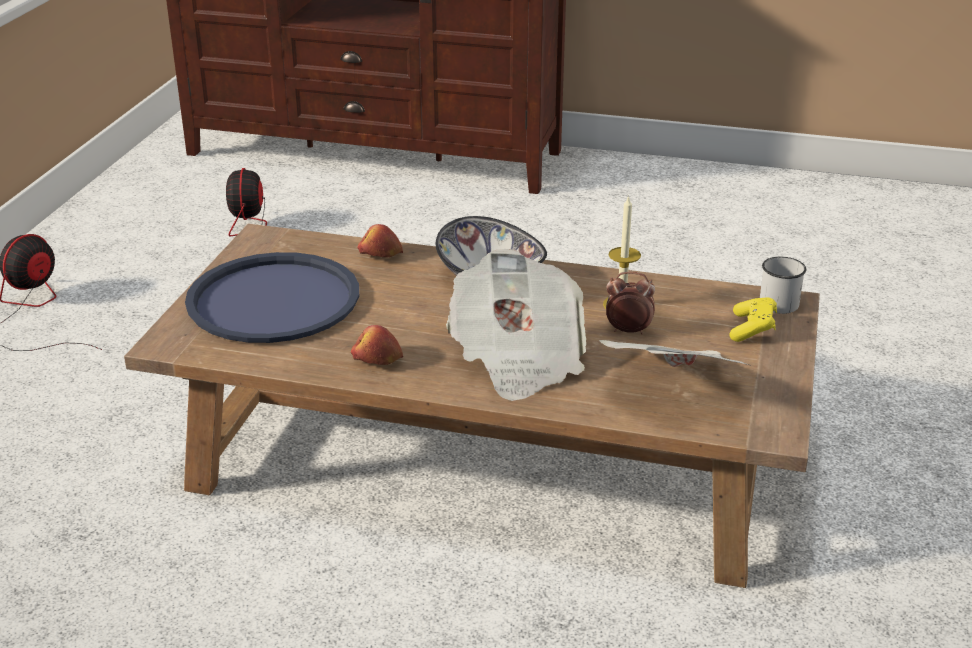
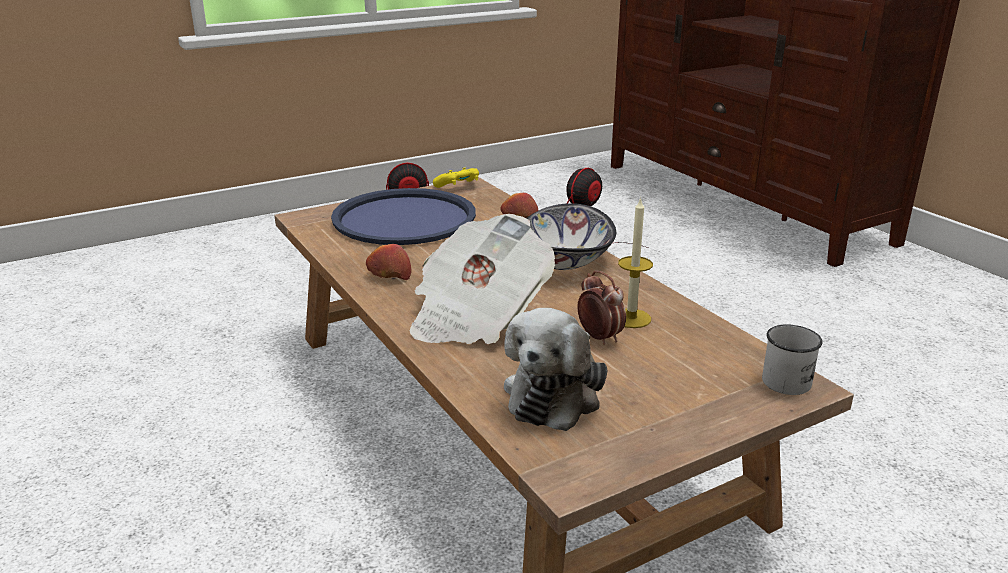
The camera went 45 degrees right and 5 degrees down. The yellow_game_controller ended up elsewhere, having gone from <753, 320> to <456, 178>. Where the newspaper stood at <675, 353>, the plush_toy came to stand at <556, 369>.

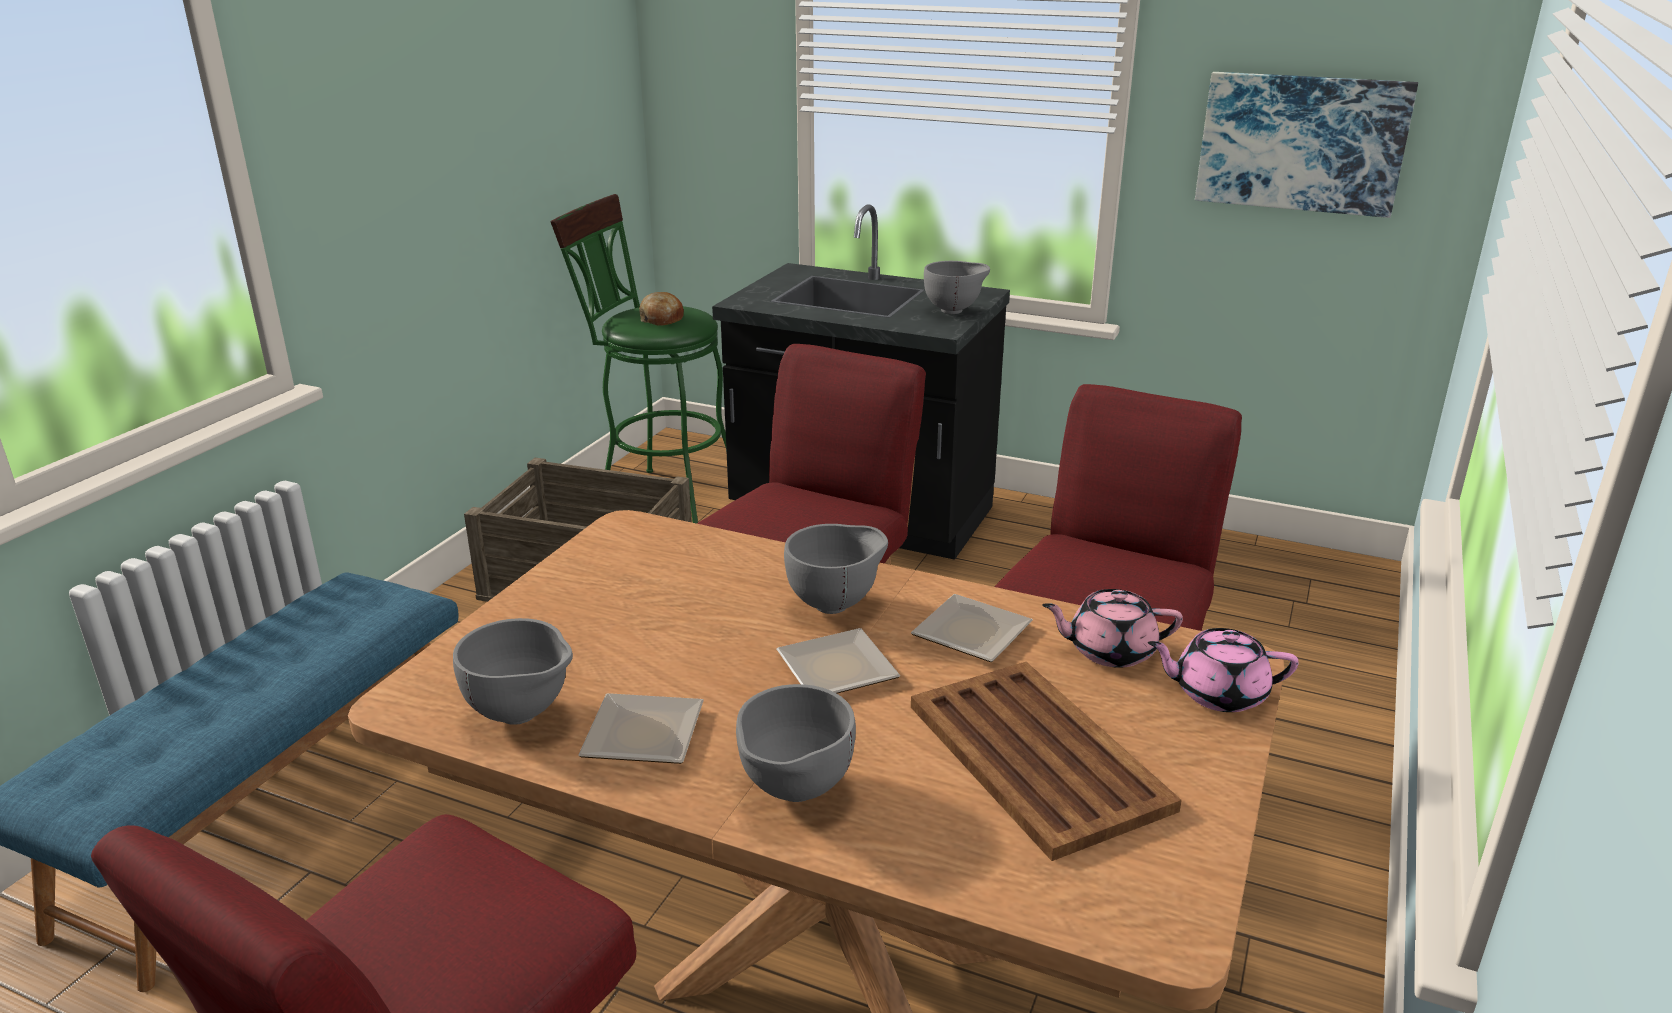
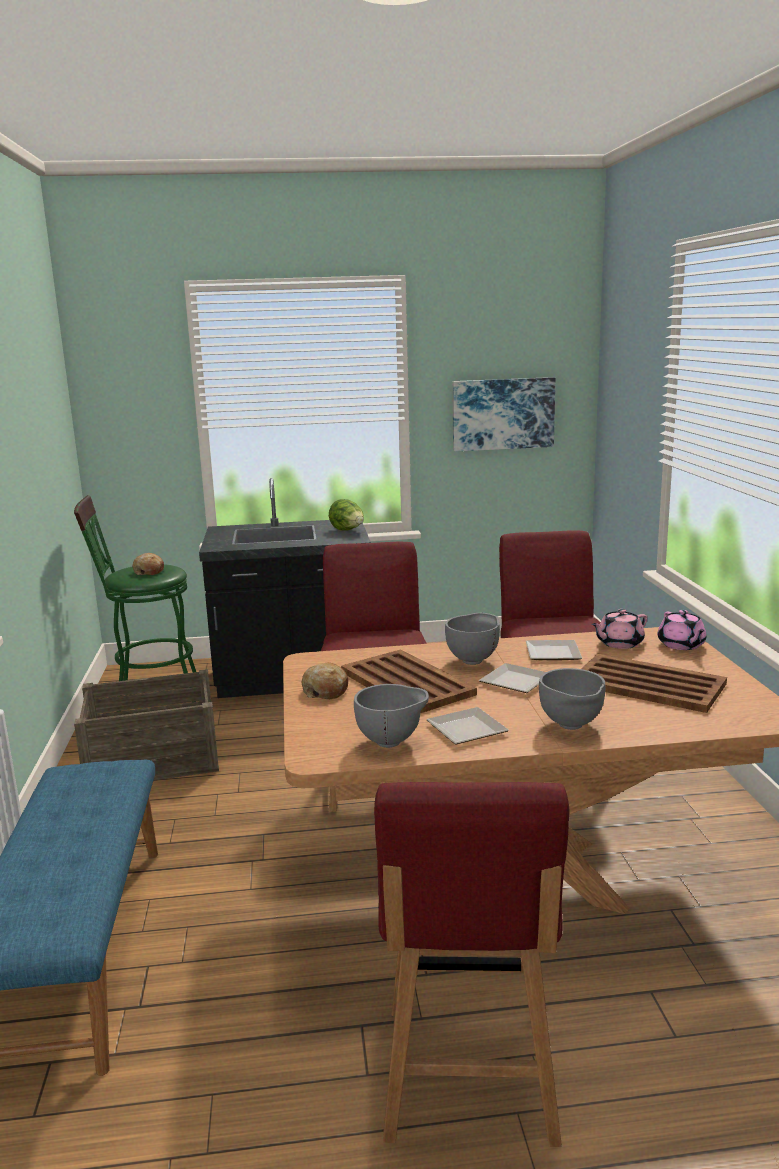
The camera went 30 degrees left and 10 degrees down. Where the grey_bowl stood at <957, 287>, the lettuce came to stand at <346, 515>. The pink_teapot at <1223, 670> ended up facing another way, 75 degrees counterclockwise from before. The second view gained the brown_tray at <409, 681>. The second view gained the bread at <325, 680>.

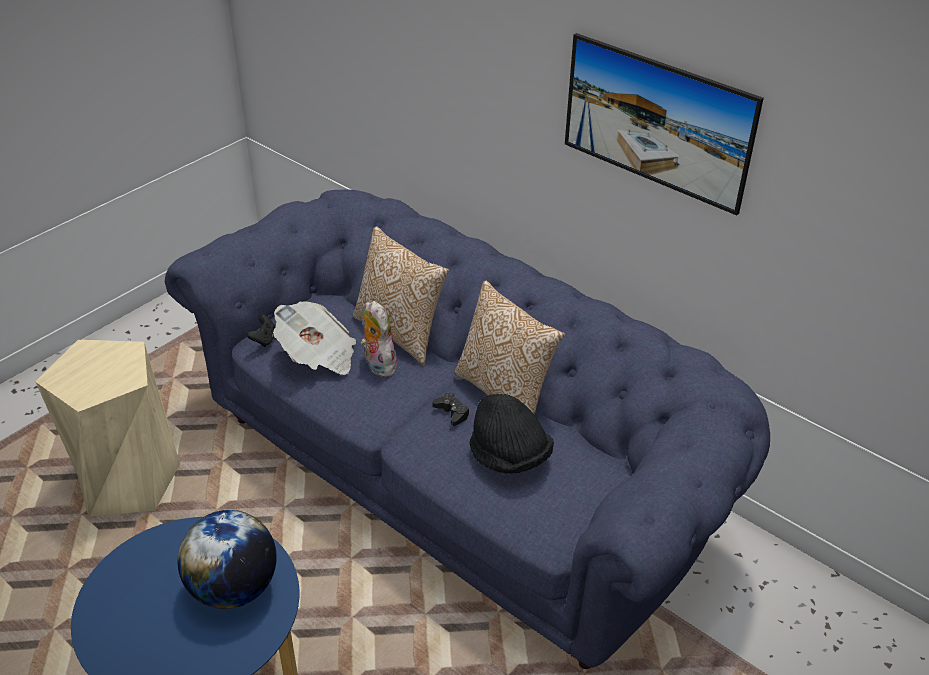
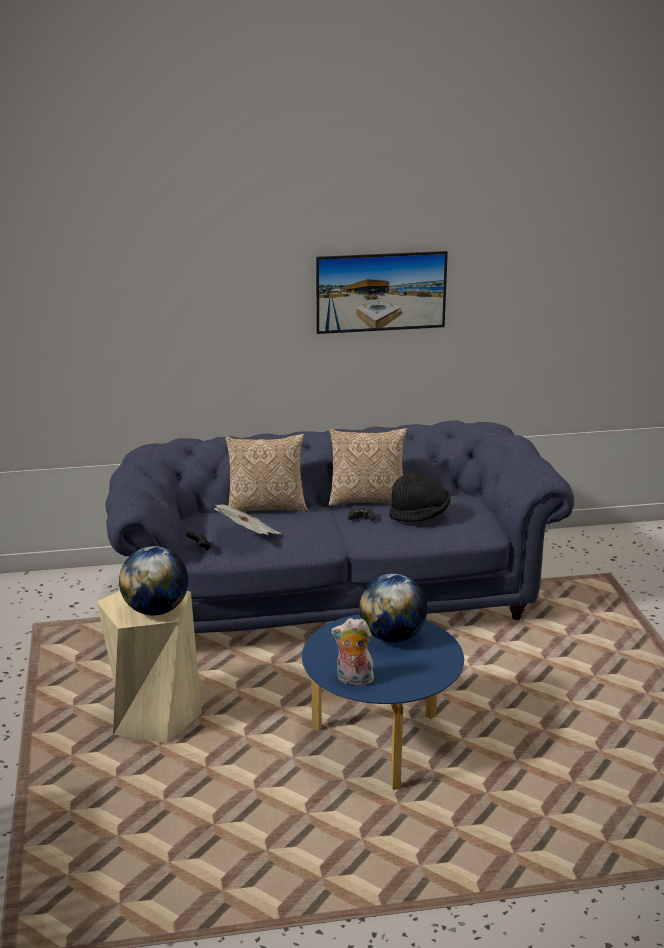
The camera went 50 degrees left and 15 degrees down. The plush_toy ended up elsewhere, having gone from <378, 339> to <352, 652>. The second view gained the globe at <153, 580>.

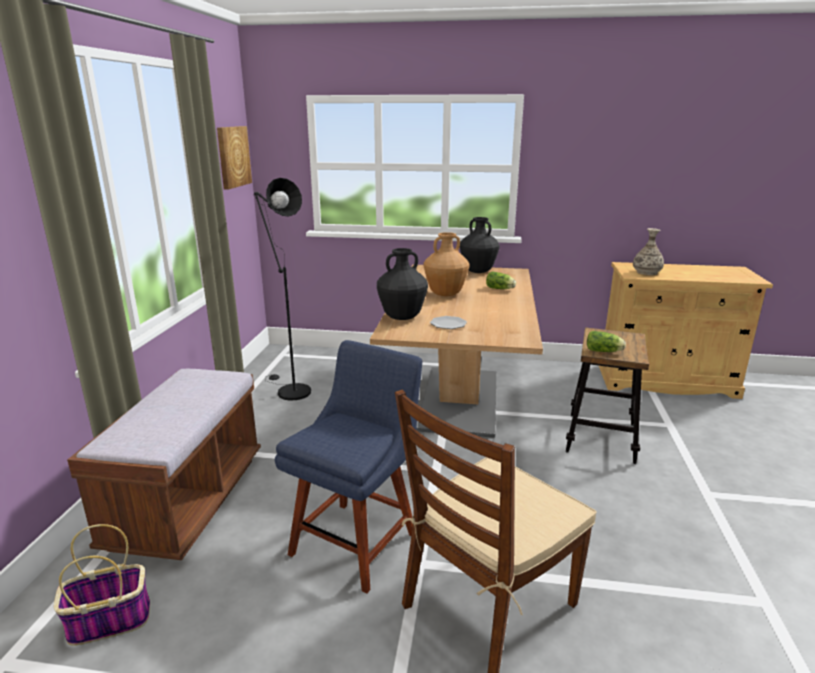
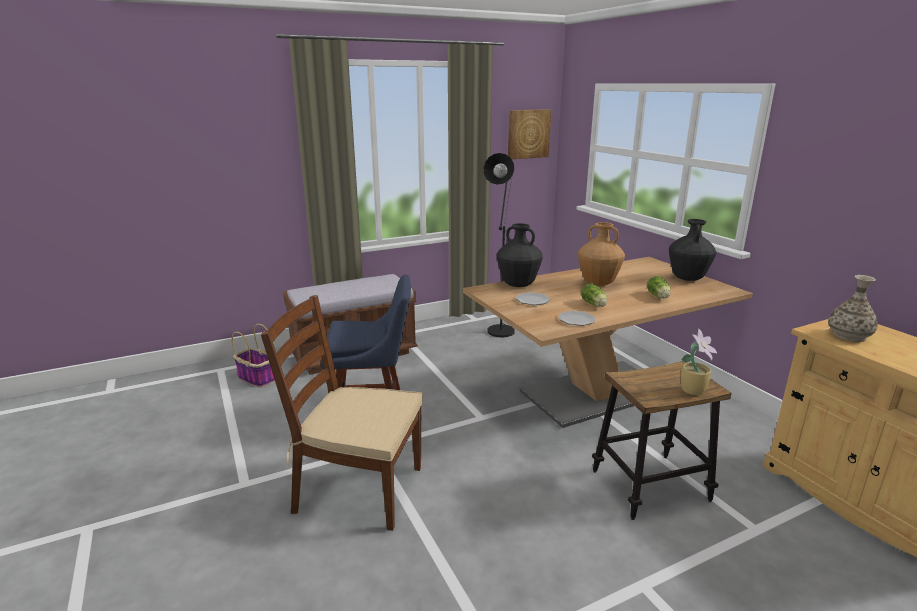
The camera went 55 degrees right and 0 degrees up. The lettuce ended up elsewhere, having gone from <606, 341> to <594, 295>. The second view gained the plate at <576, 318>. The second view gained the potted_plant at <699, 361>.

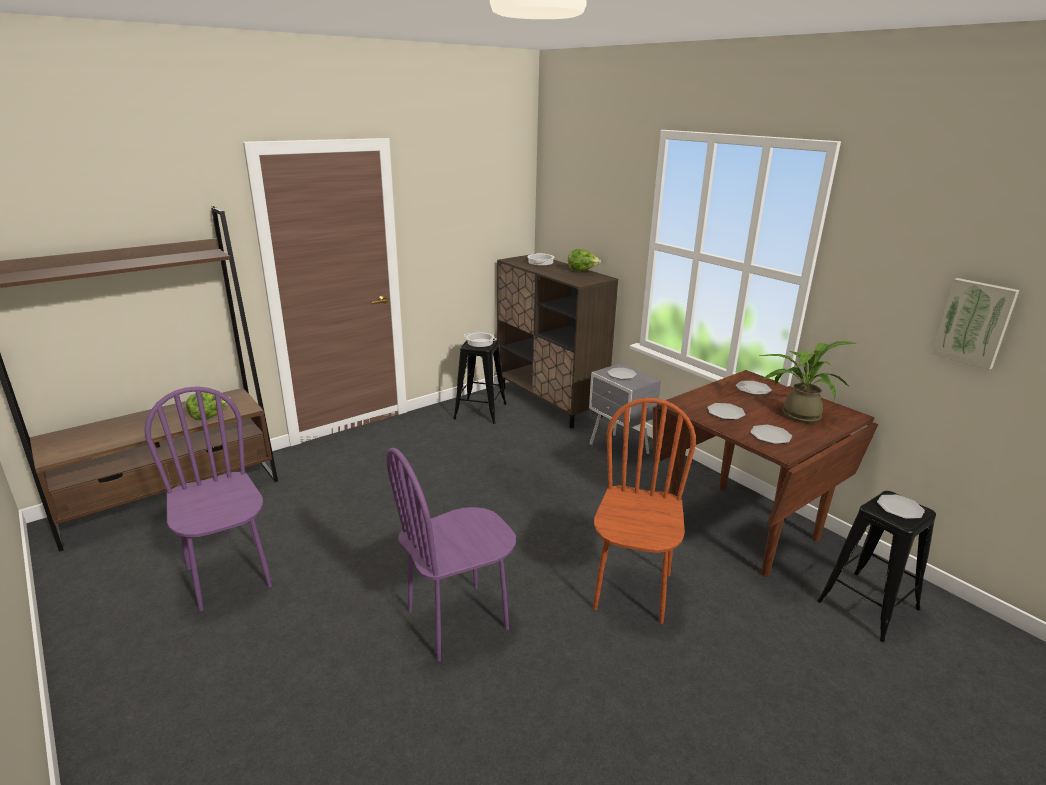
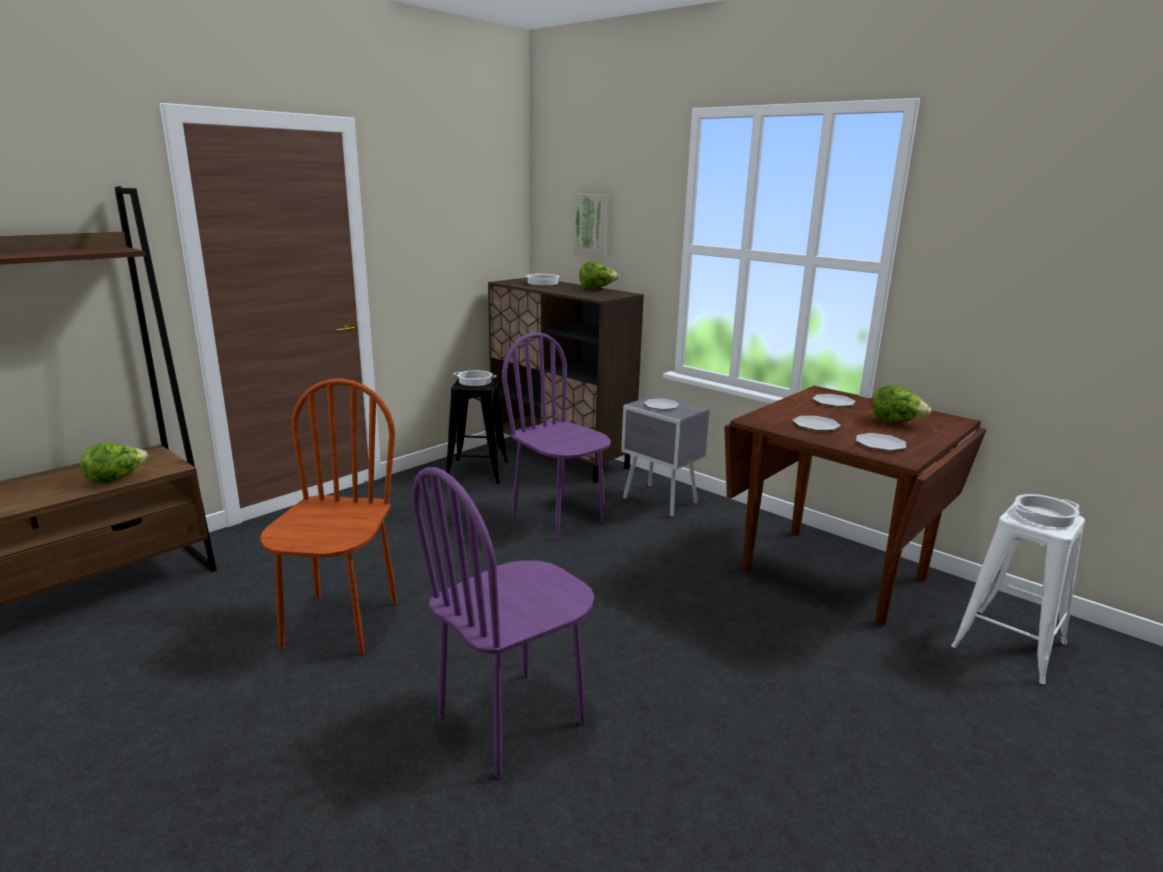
The camera went 10 degrees left and 5 degrees down. The picture ended up elsewhere, having gone from <975, 324> to <591, 226>. Where the potted_plant stood at <807, 382>, the lettuce came to stand at <901, 404>. The purple_chair ended up elsewhere, having gone from <208, 498> to <556, 436>. The brown_chair ended up elsewhere, having gone from <644, 511> to <328, 516>. What was the black_stool at <876, 566> turned into the white_stool at <1018, 592>. Where the plate stood at <901, 507>, the cooking_pot came to stand at <1046, 510>.

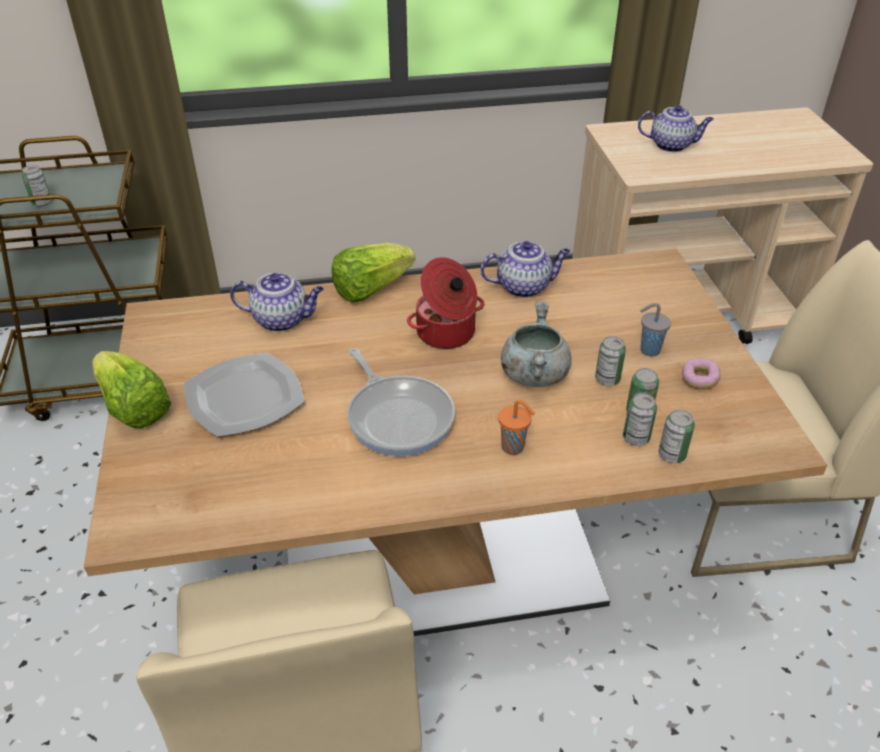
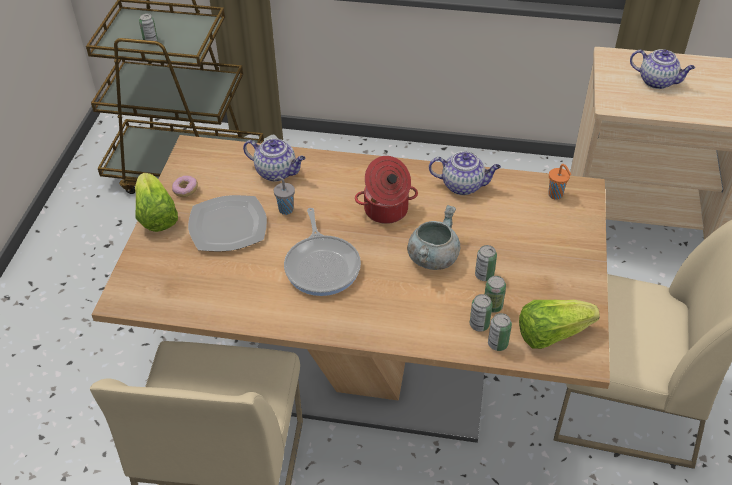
The camera went 20 degrees right and 5 degrees up. The lettuce ended up elsewhere, having gone from <373, 273> to <559, 324>. The grey_cup ended up elsewhere, having gone from <655, 330> to <284, 196>. The donut ended up elsewhere, having gone from <701, 374> to <185, 186>. The orange_cup ended up elsewhere, having gone from <516, 427> to <560, 182>.

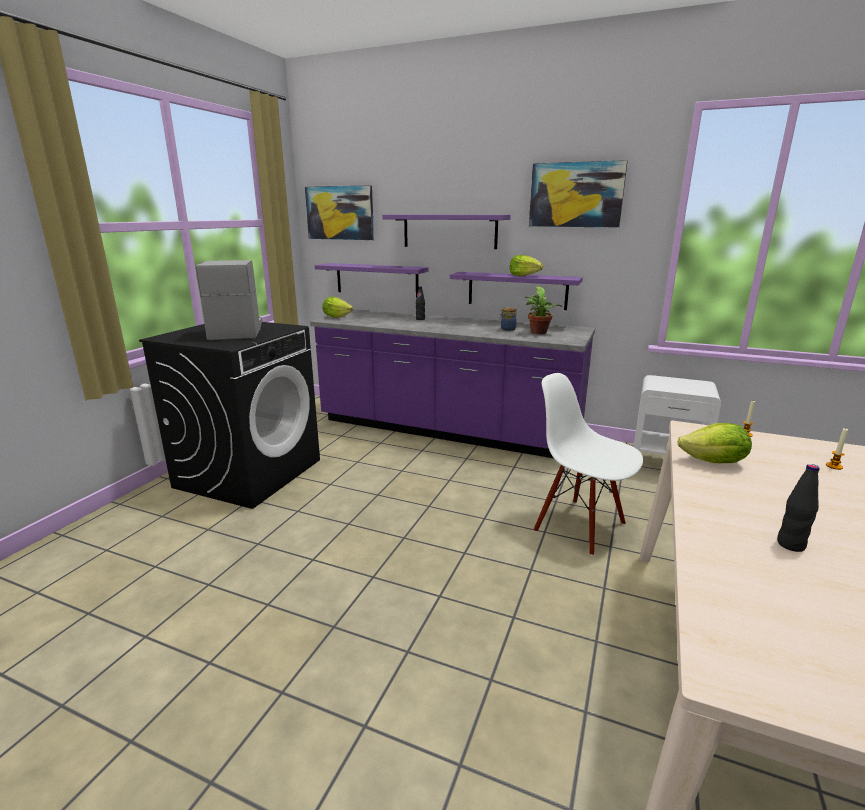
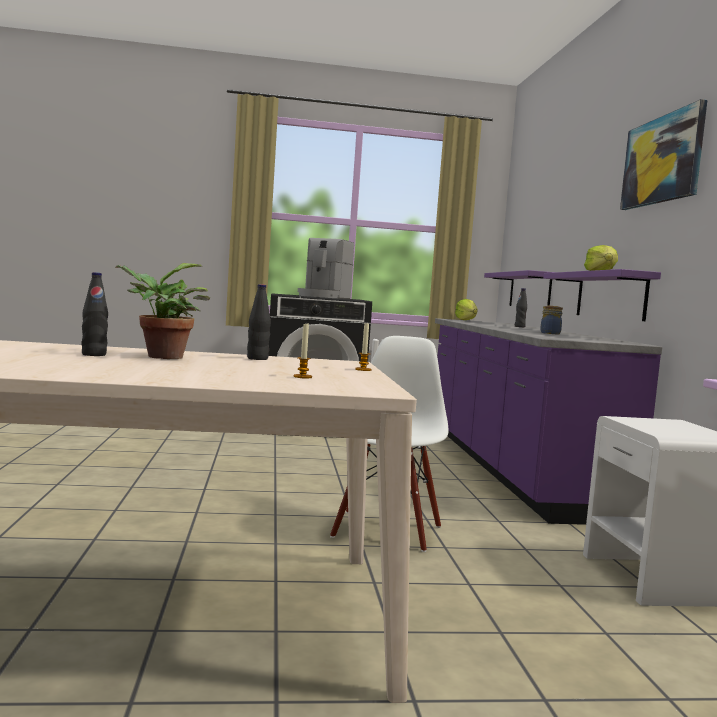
The camera went 60 degrees right and 15 degrees down. The second view lost the picture at <339, 212>. The second view lost the purple_shelf at <446, 231>. The coffee_machine at <229, 300> ended up facing another way, 150 degrees clockwise from before. The potted_plant ended up elsewhere, having gone from <544, 310> to <162, 311>. Where the lettuce stood at <715, 443>, the black_bottle came to stand at <259, 322>.

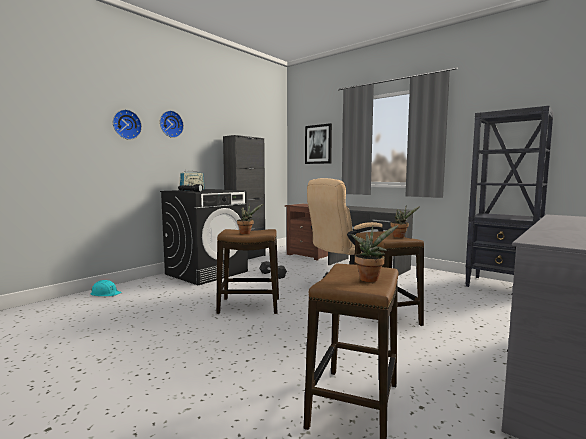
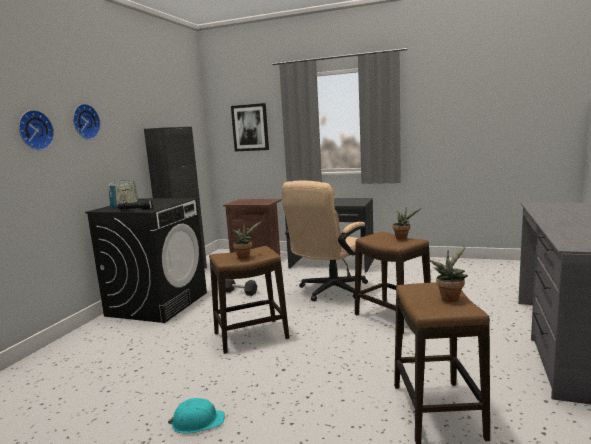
The camera went 20 degrees left and 5 degrees up. The second view lost the black_bookcase at <509, 196>. The turquoise_hard_hat ended up elsewhere, having gone from <106, 288> to <196, 416>.

